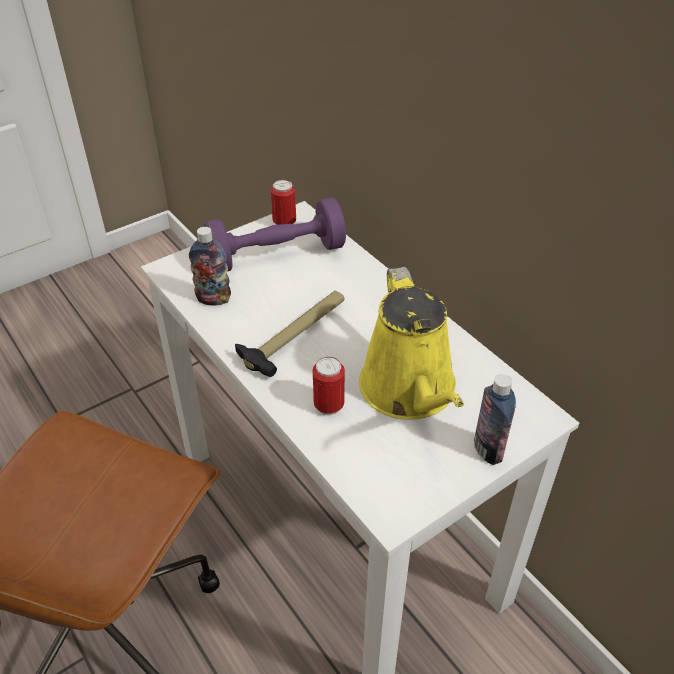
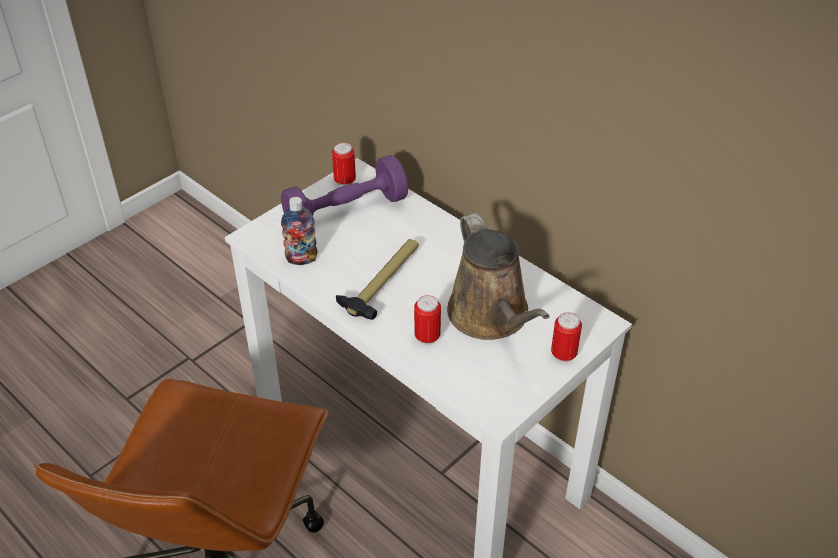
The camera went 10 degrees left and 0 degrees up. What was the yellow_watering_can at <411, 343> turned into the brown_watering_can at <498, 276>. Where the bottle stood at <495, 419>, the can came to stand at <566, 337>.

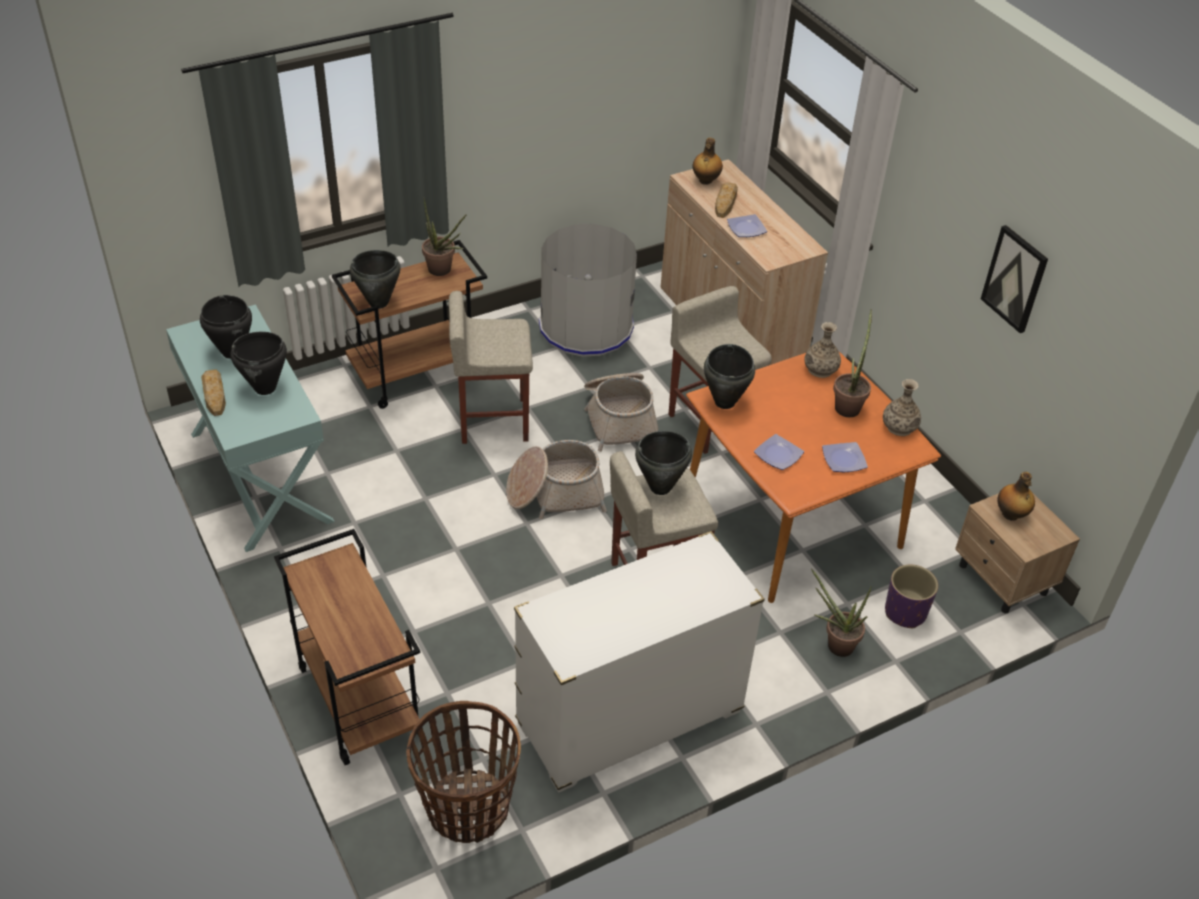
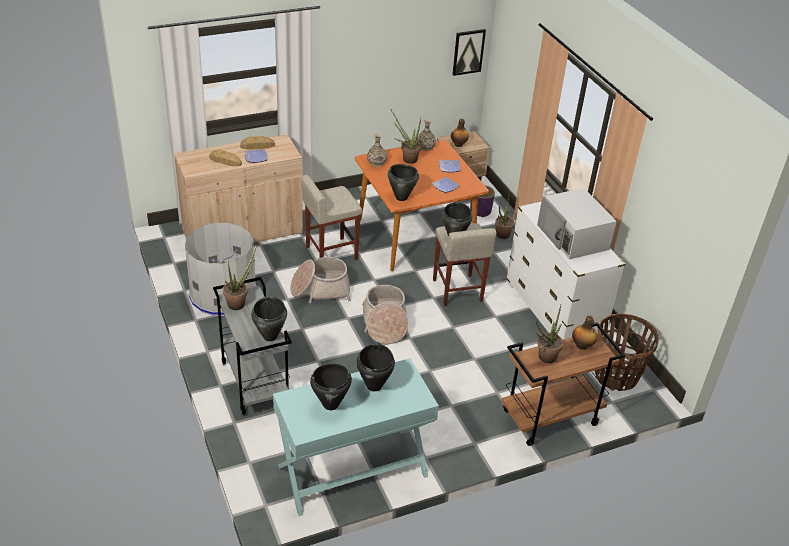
The camera went 85 degrees left and 5 degrees down. The bottle ended up elsewhere, having gone from <708, 161> to <584, 332>. The picture ended up elsewhere, having gone from <1014, 279> to <469, 52>. What was the brown_cart at <409, 324> turned into the grey_cart at <252, 346>. The second view lost the beige_stool at <491, 367>. The bread ended up elsewhere, having gone from <213, 392> to <257, 143>. The second view gained the white_microwave at <577, 223>. The second view gained the potted_plant at <549, 334>.

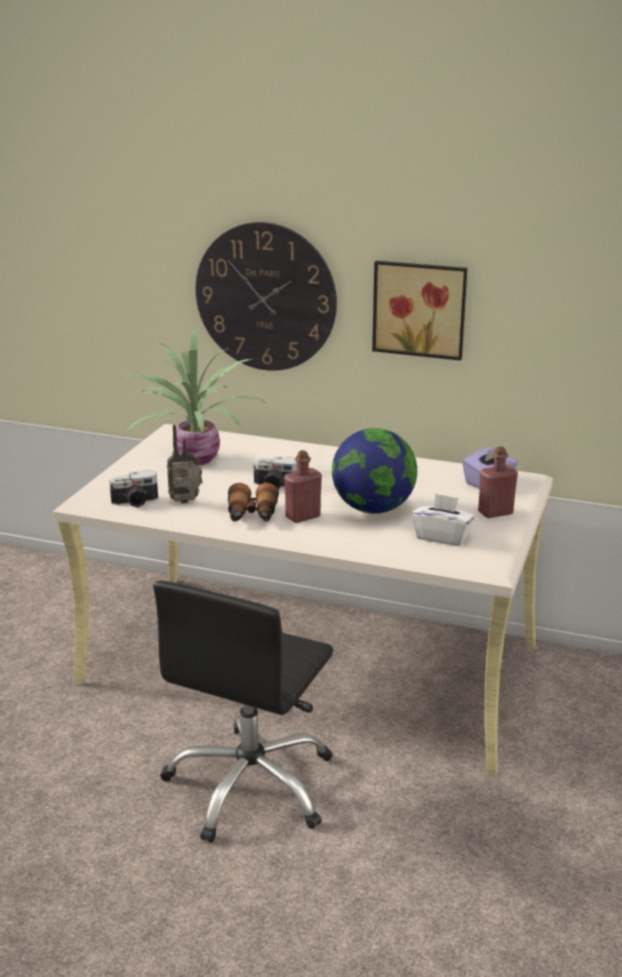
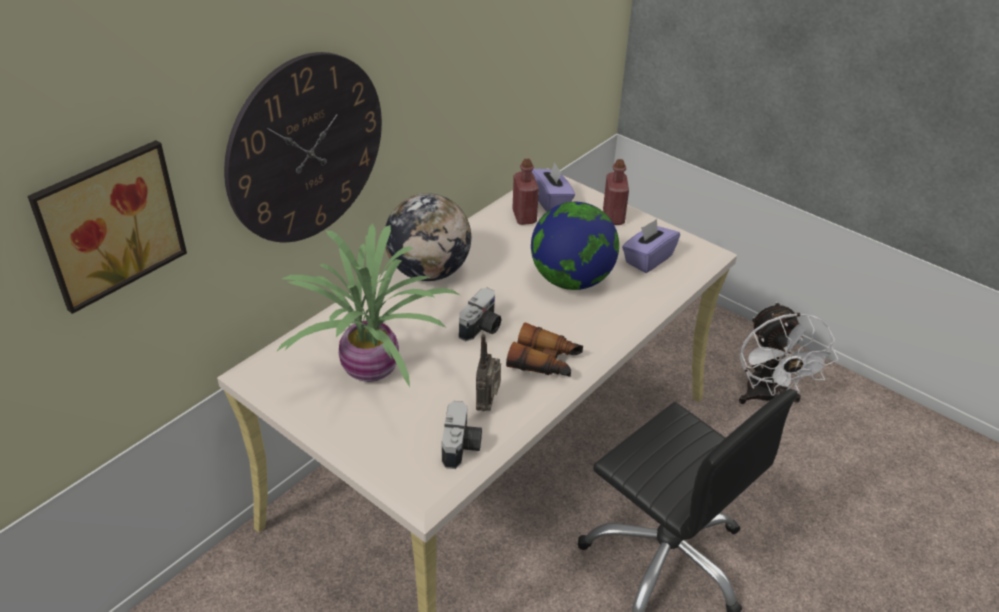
The camera went 70 degrees left and 15 degrees up. The picture ended up elsewhere, having gone from <419, 311> to <107, 227>. The red_bottle ended up elsewhere, having gone from <303, 486> to <525, 192>. What was the white_tissue_box at <443, 519> turned into the purple_tissue_box at <651, 246>. The second view gained the globe at <428, 237>. The second view gained the white_fan at <788, 353>.

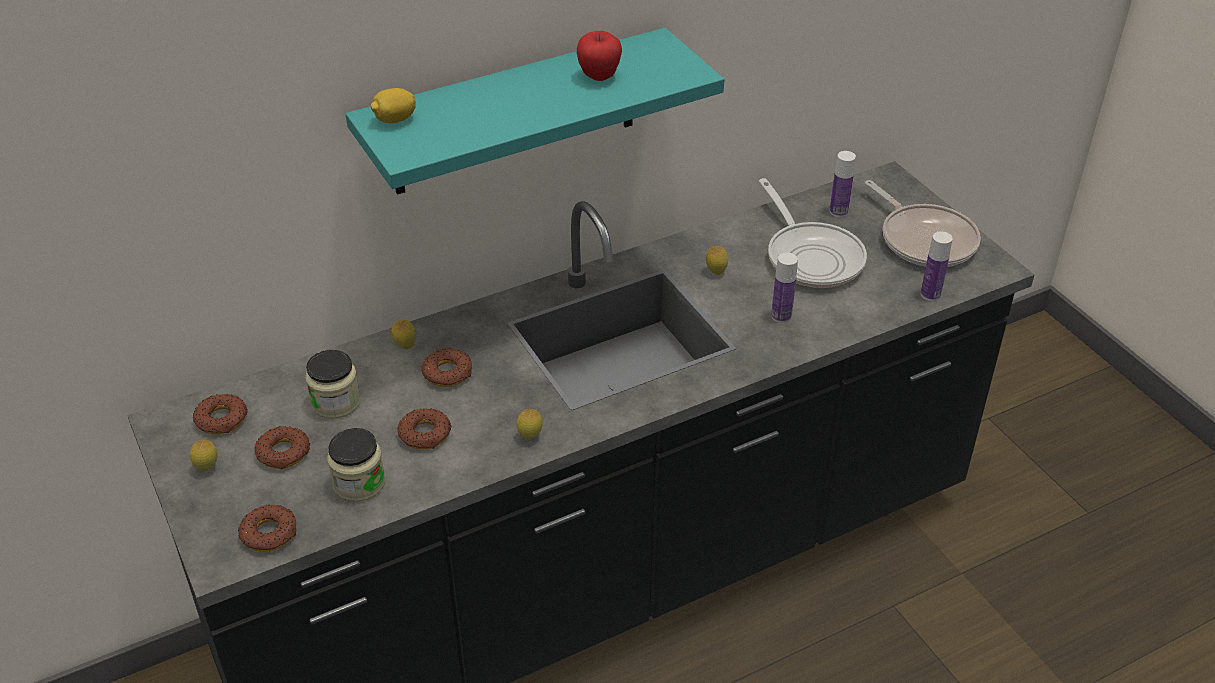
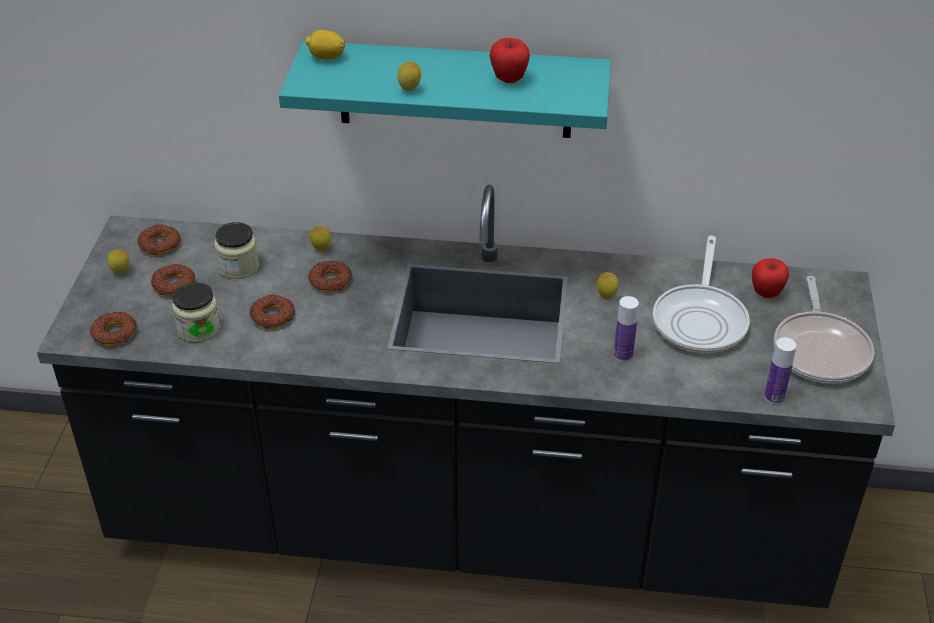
The camera went 35 degrees right and 0 degrees up. Where the bottle stood at <843, 184>, the apple came to stand at <770, 278>. The lemon ended up elsewhere, having gone from <529, 424> to <409, 76>.

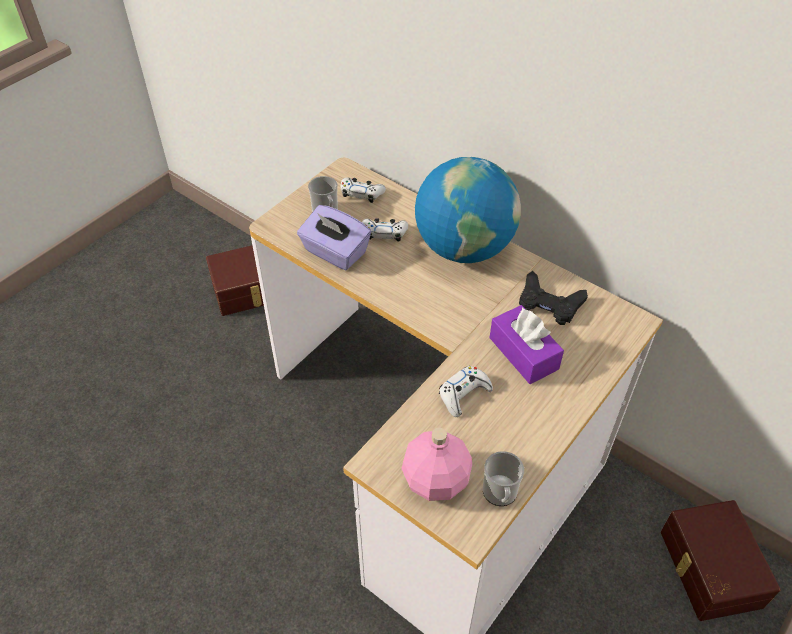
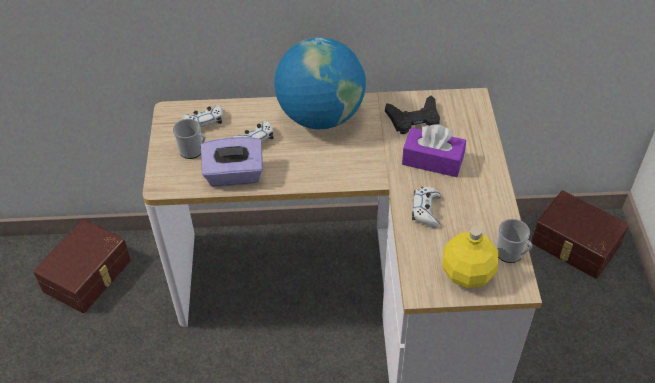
The camera went 40 degrees left and 0 degrees up. What was the pink_bottle at <436, 464> turned into the yellow_bottle at <470, 257>.

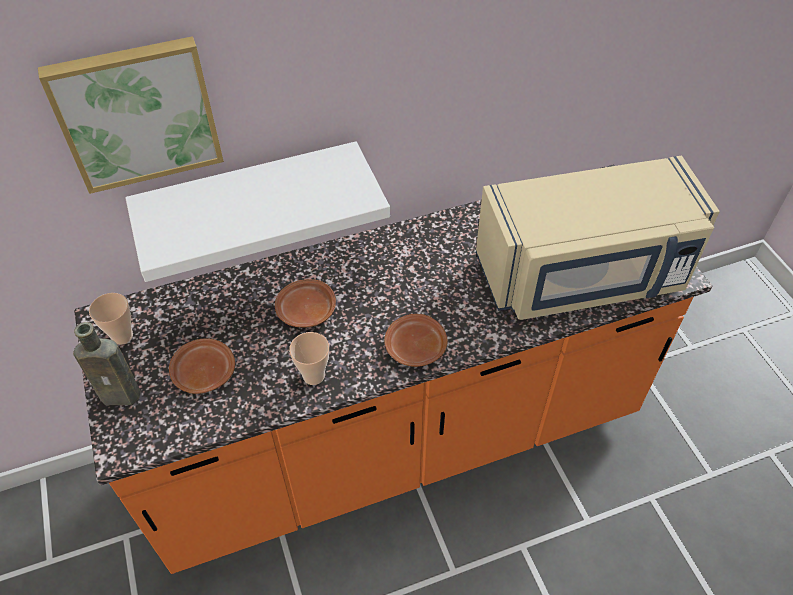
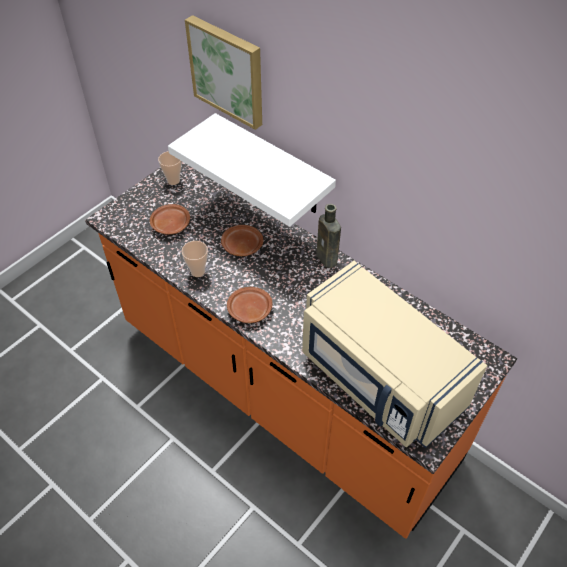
The camera went 60 degrees right and 0 degrees up. The brown_bottle ended up elsewhere, having gone from <107, 363> to <328, 236>.

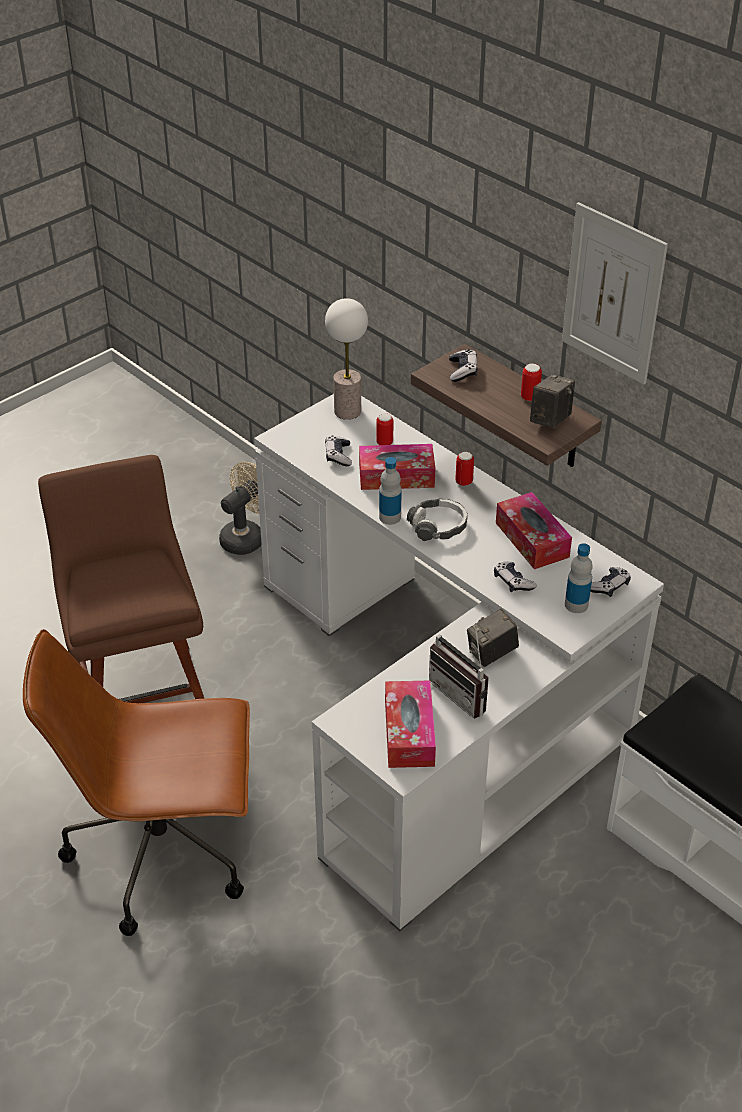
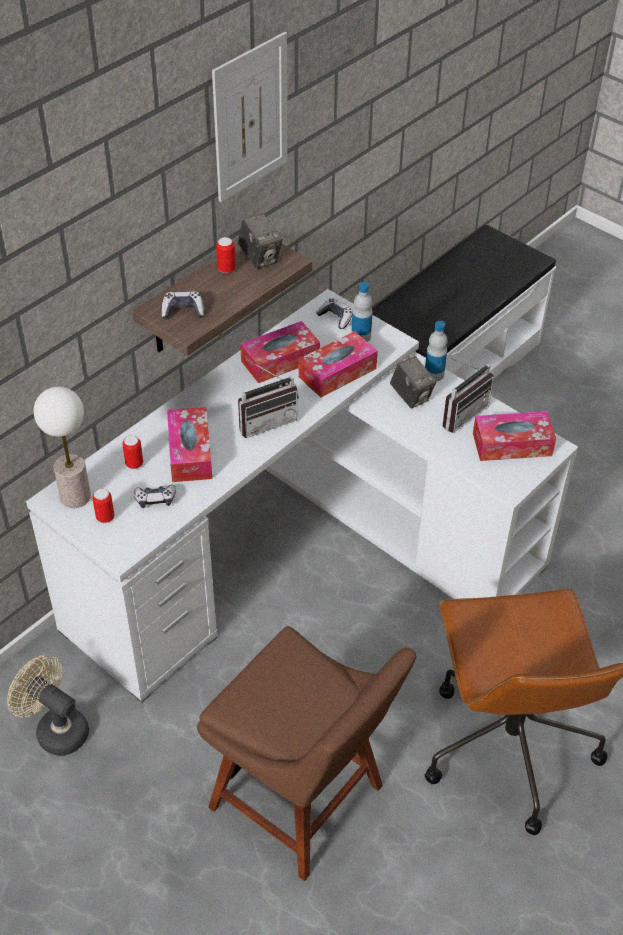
The camera went 95 degrees left and 5 degrees up. The photo_camera at <552, 401> ended up facing another way, 150 degrees counterclockwise from before. The can ended up elsewhere, having gone from <464, 469> to <103, 506>. The brown_chair at <121, 579> ended up facing another way, 120 degrees counterclockwise from before. The bottle ended up elsewhere, having gone from <390, 491> to <436, 351>. Where the headphones stood at <437, 519>, the radio came to stand at <268, 400>. Where the game_controller stood at <515, 576>, the tissue_box came to stand at <338, 364>.

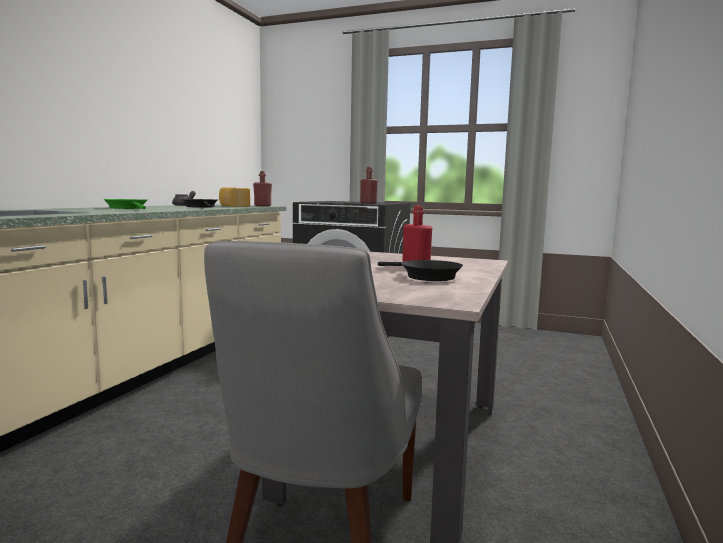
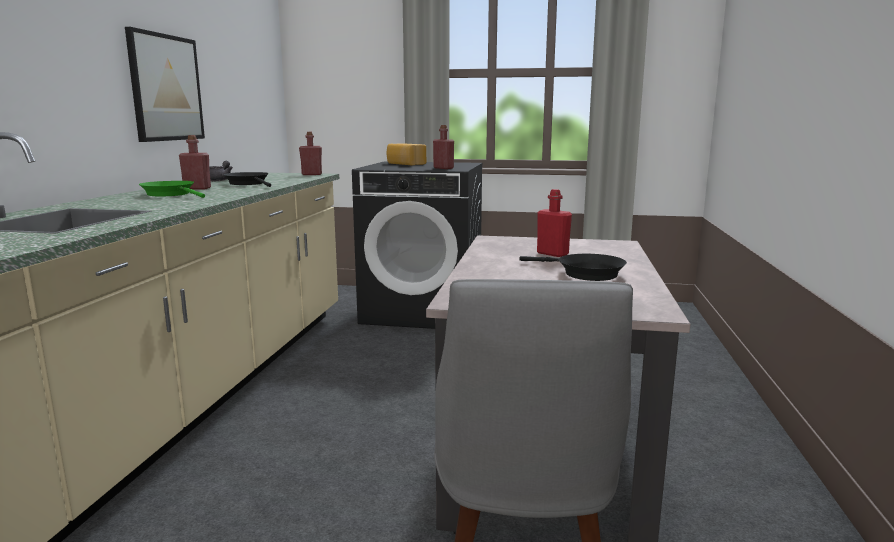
The camera went 10 degrees left and 5 degrees up. The bread ended up elsewhere, having gone from <234, 197> to <406, 154>. The second view gained the picture at <165, 84>. The second view gained the red_bottle at <195, 162>.

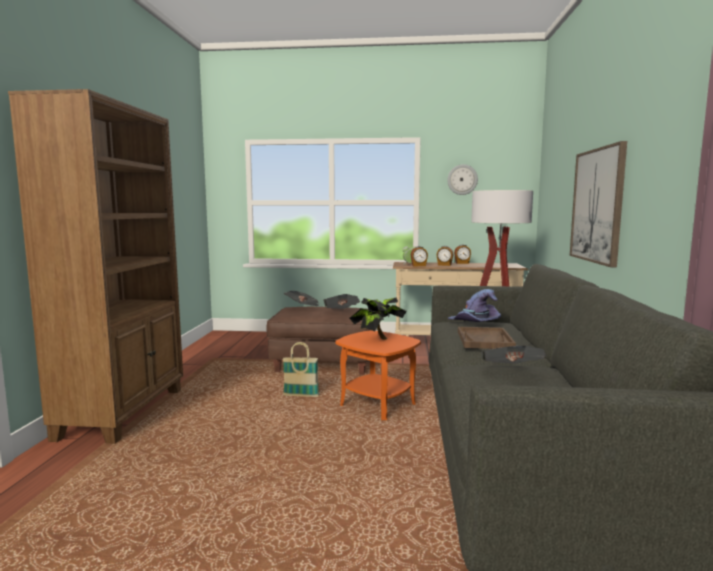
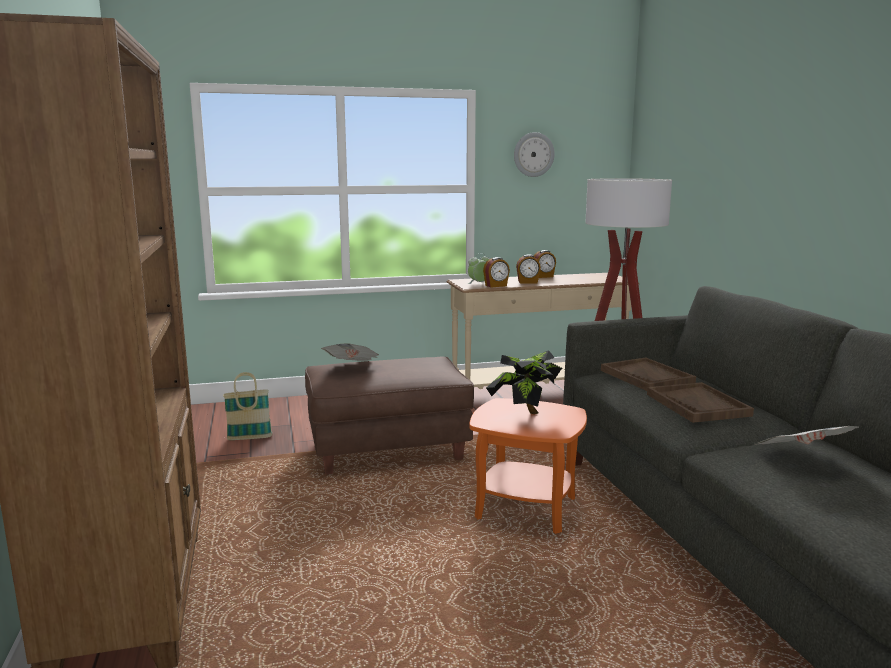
The camera went 20 degrees left and 5 degrees up. The second view lost the picture at <598, 204>. Where the purple_hat stood at <474, 305>, the brown_tray came to stand at <648, 374>. The second view lost the newspaper at <341, 301>. The basket ended up elsewhere, having gone from <300, 369> to <247, 406>.

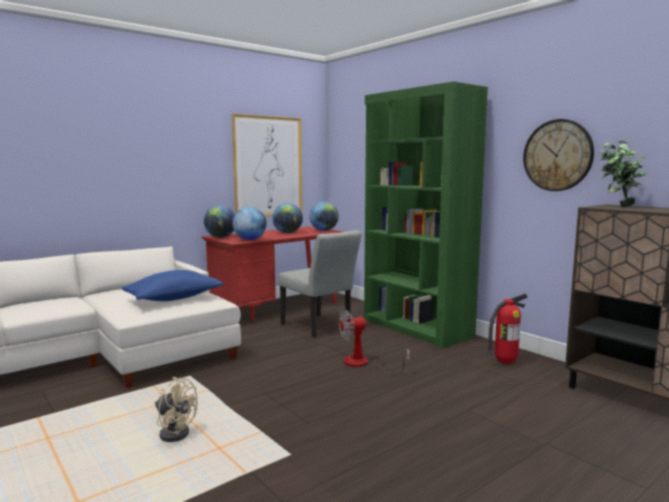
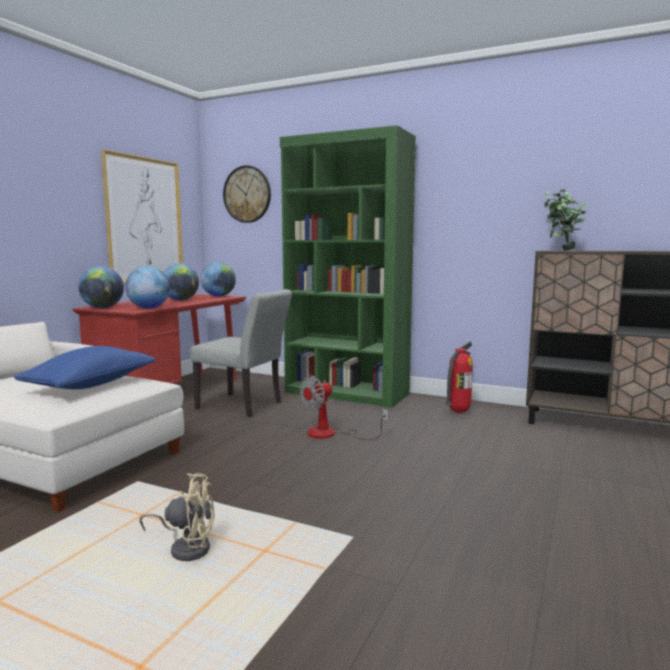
The camera went 25 degrees left and 0 degrees up. The wall_clock ended up elsewhere, having gone from <558, 155> to <247, 194>.

